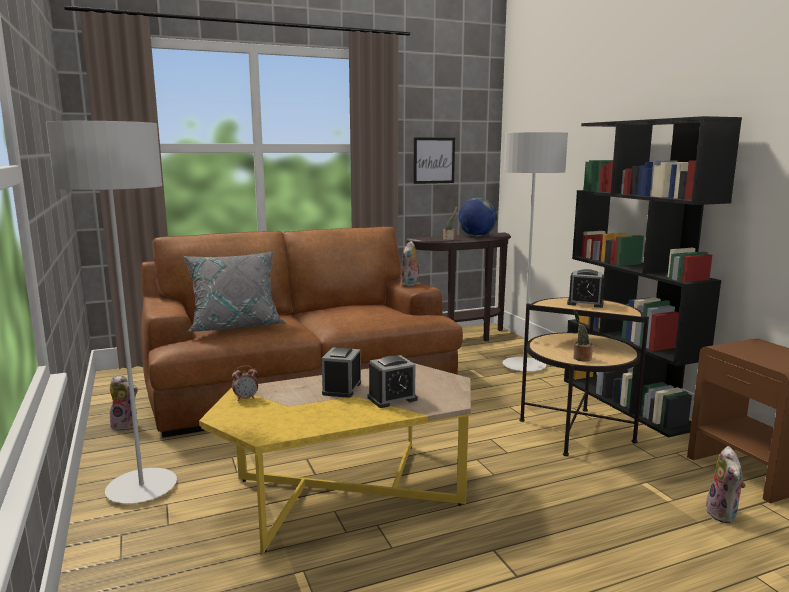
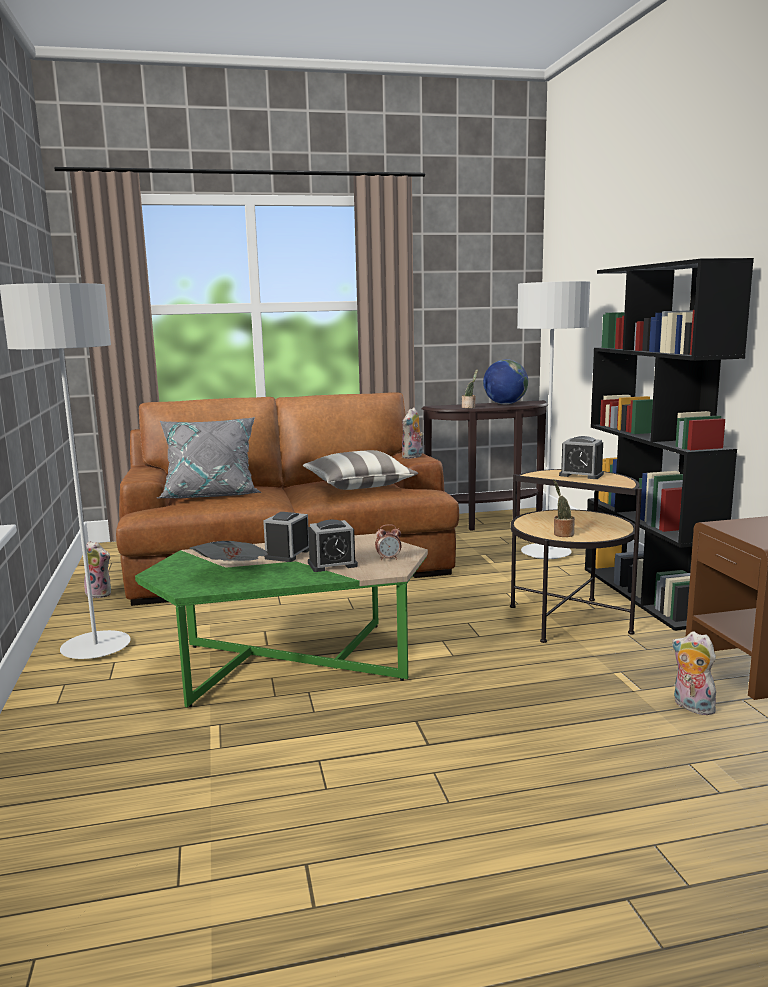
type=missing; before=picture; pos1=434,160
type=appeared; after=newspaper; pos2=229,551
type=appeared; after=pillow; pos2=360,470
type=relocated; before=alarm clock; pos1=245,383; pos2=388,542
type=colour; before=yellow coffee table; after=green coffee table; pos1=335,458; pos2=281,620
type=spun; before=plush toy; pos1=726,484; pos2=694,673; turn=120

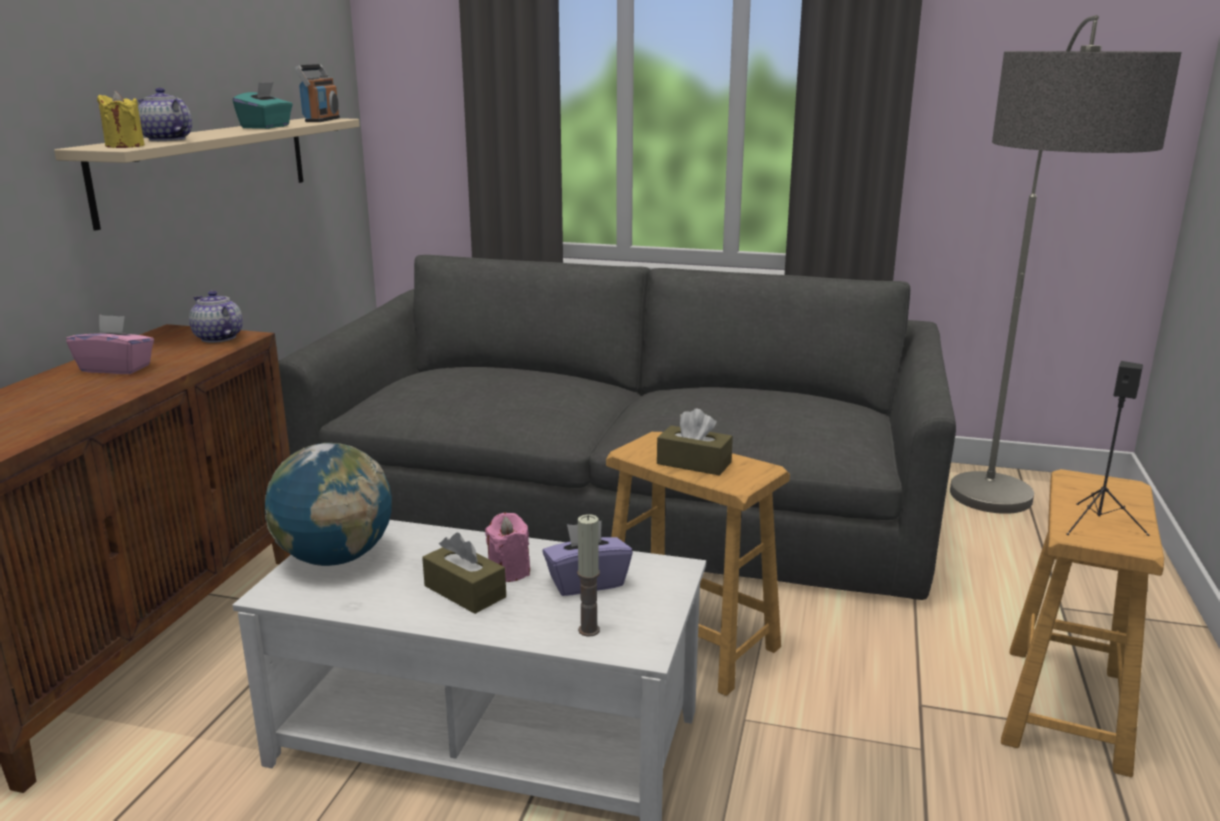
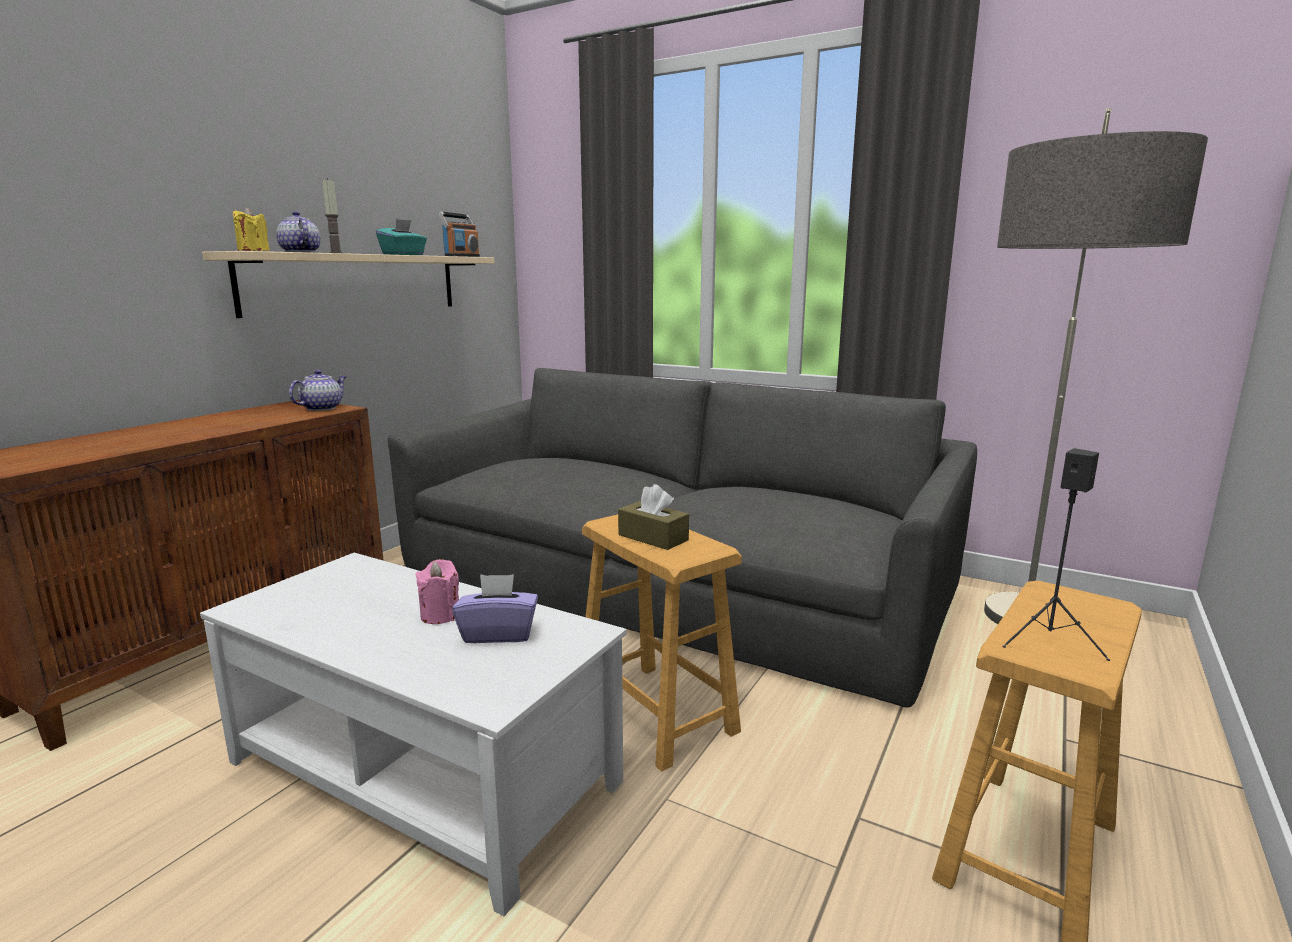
type=missing; before=pink tissue box; pos1=110,344
type=missing; before=globe; pos1=328,504
type=missing; before=brown tissue box; pos1=464,573
type=relocated; before=candle; pos1=588,575; pos2=332,215
type=spun; before=teapot; pos1=216,316; pos2=317,390; turn=60

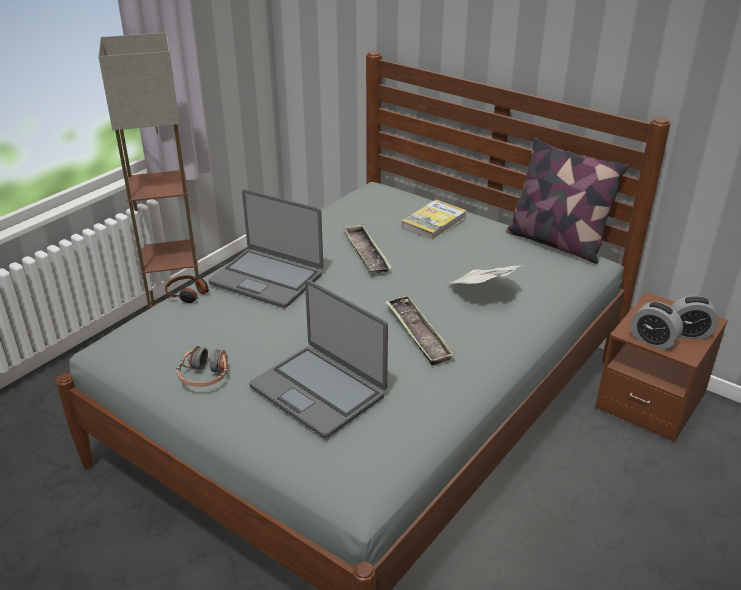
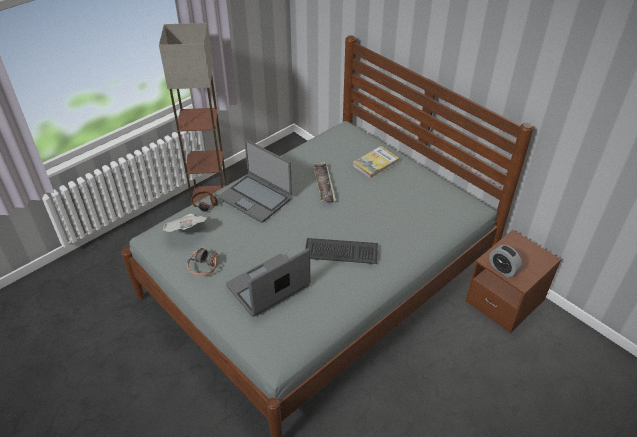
type=missing; before=pillow; pos1=567,200
type=missing; before=alarm clock; pos1=695,317
type=relocated; before=newspaper; pos1=484,275; pos2=185,223
type=exchanged; before=tray; after=keyboard; pos1=420,330; pos2=341,251
type=spun; before=laptop; pos1=318,358; pos2=268,282; turn=90

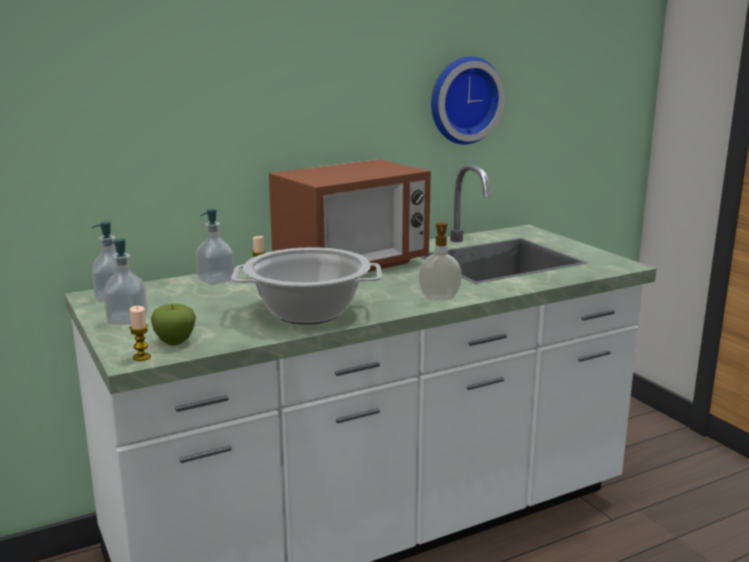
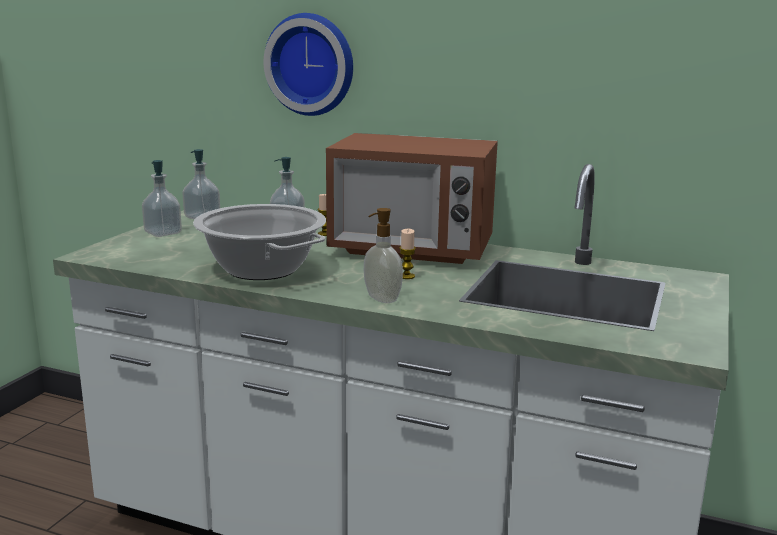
type=missing; before=apple; pos1=173,324
type=relocated; before=candle; pos1=140,333; pos2=407,254
type=relocated; before=wall clock; pos1=468,100; pos2=308,64

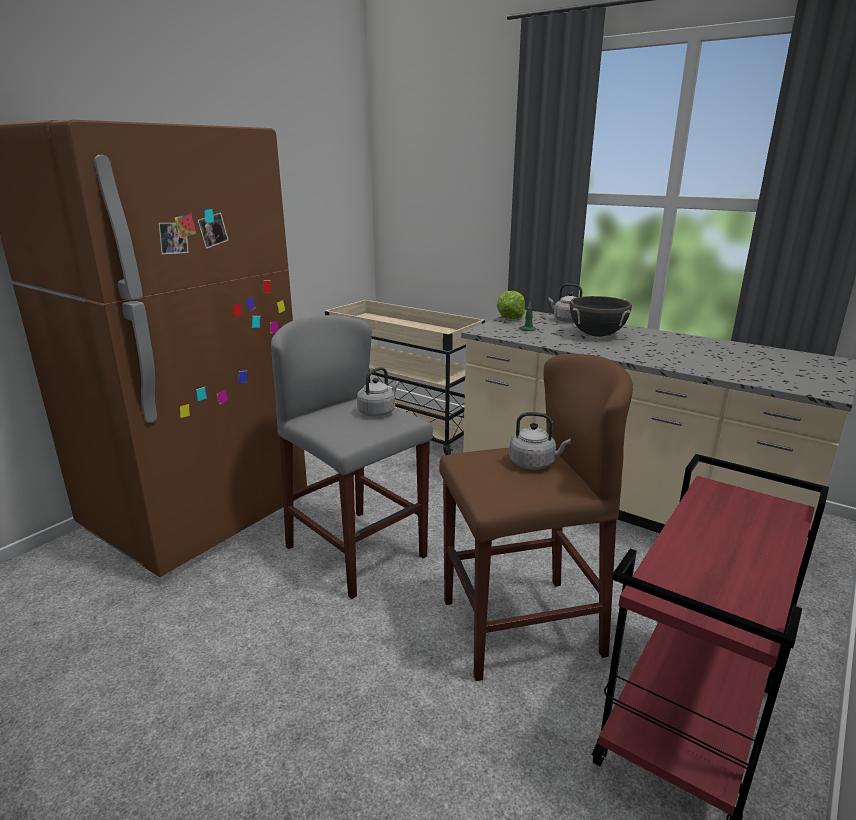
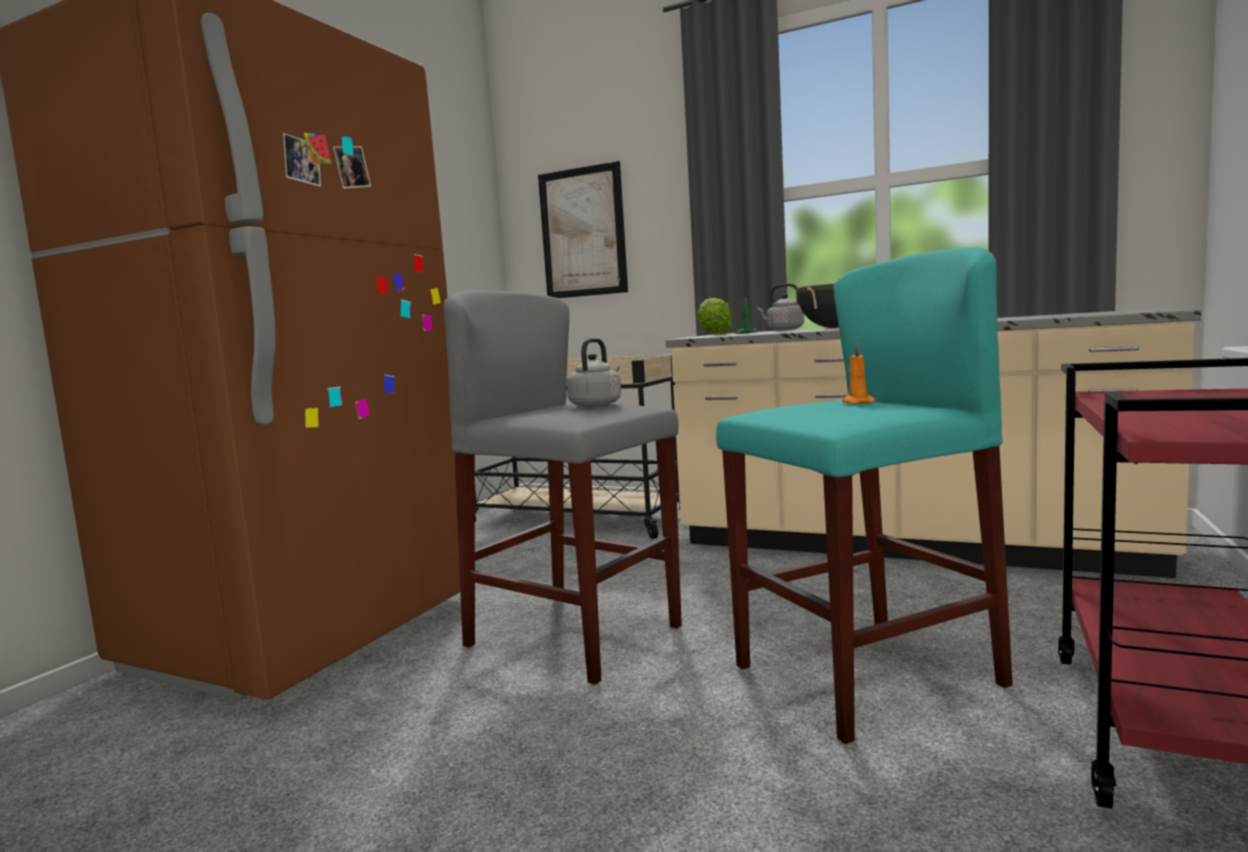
type=appeared; after=picture; pos2=583,229
type=exchanged; before=grey kettle; after=orange candle; pos1=540,441; pos2=859,374
type=colour; before=brown stool; after=turquoise stool; pos1=536,517; pos2=864,495

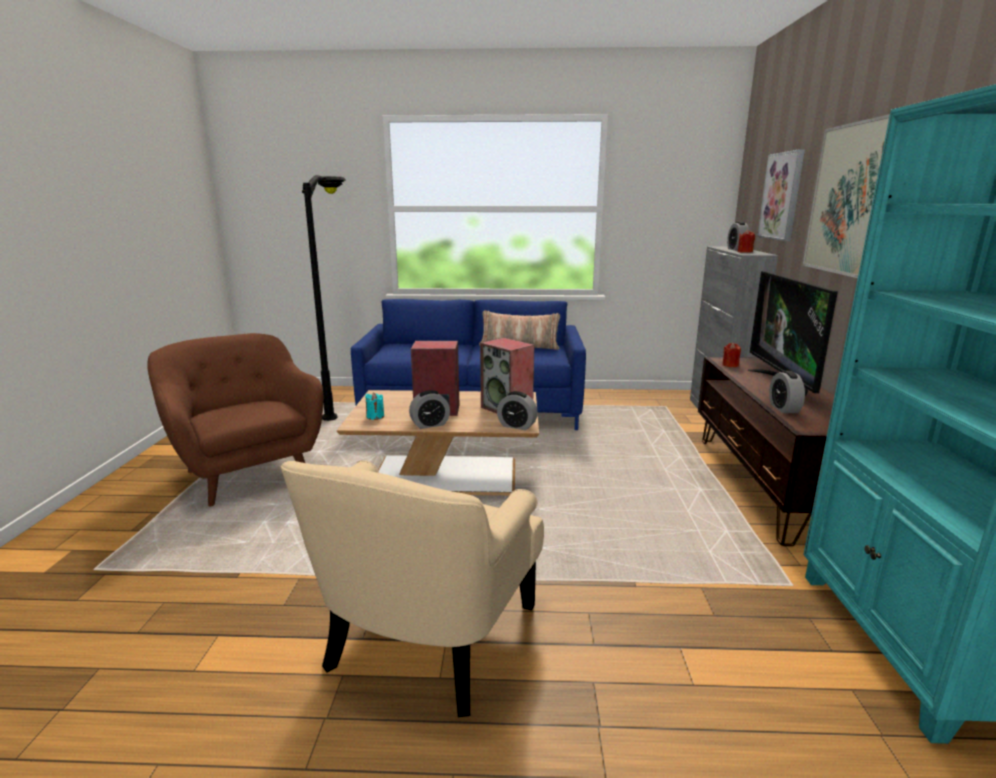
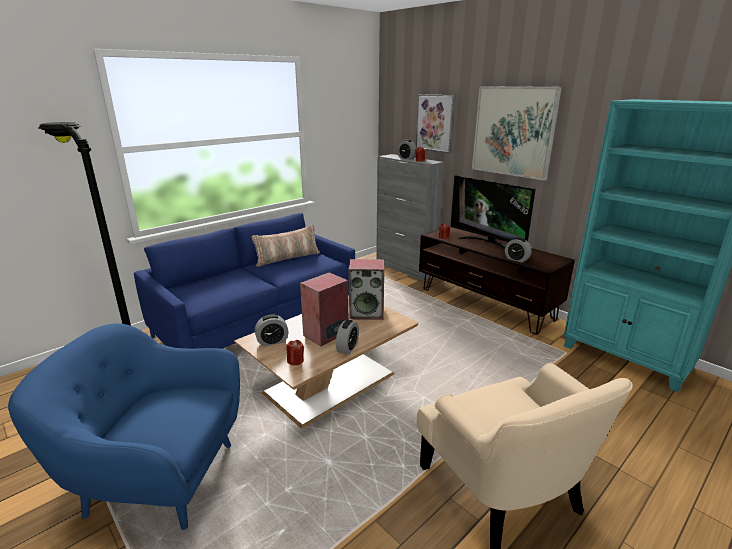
type=relocated; before=alarm clock; pos1=517,410; pos2=272,330
type=colour; before=brown armchair; after=blue armchair; pos1=235,419; pos2=124,426
type=colour; before=turquoise candle; after=red candle; pos1=374,406; pos2=295,352

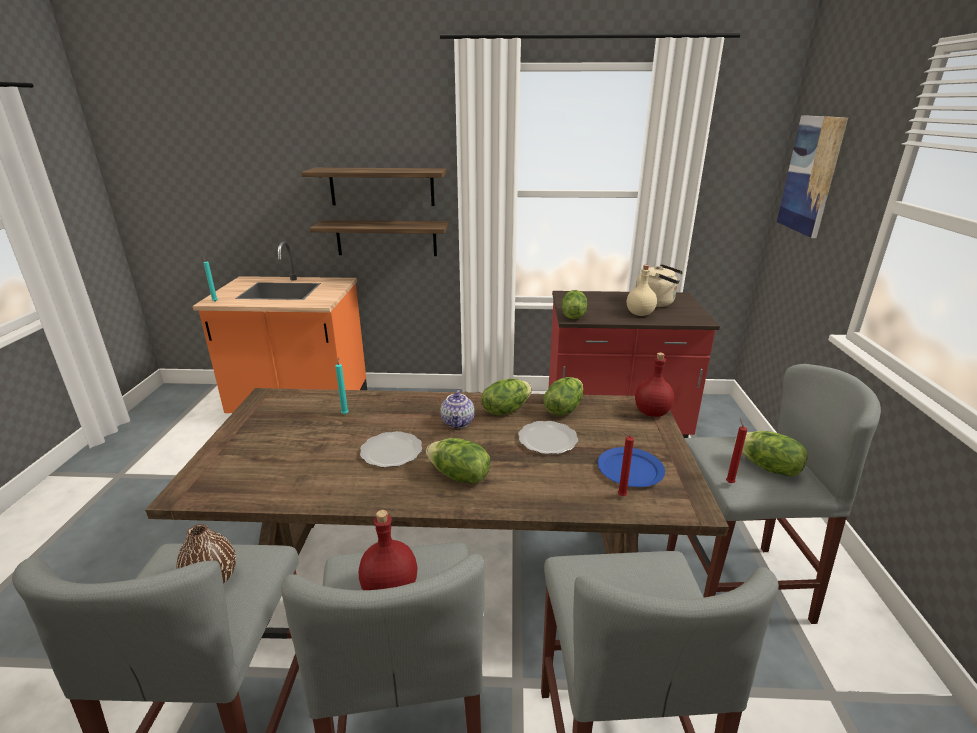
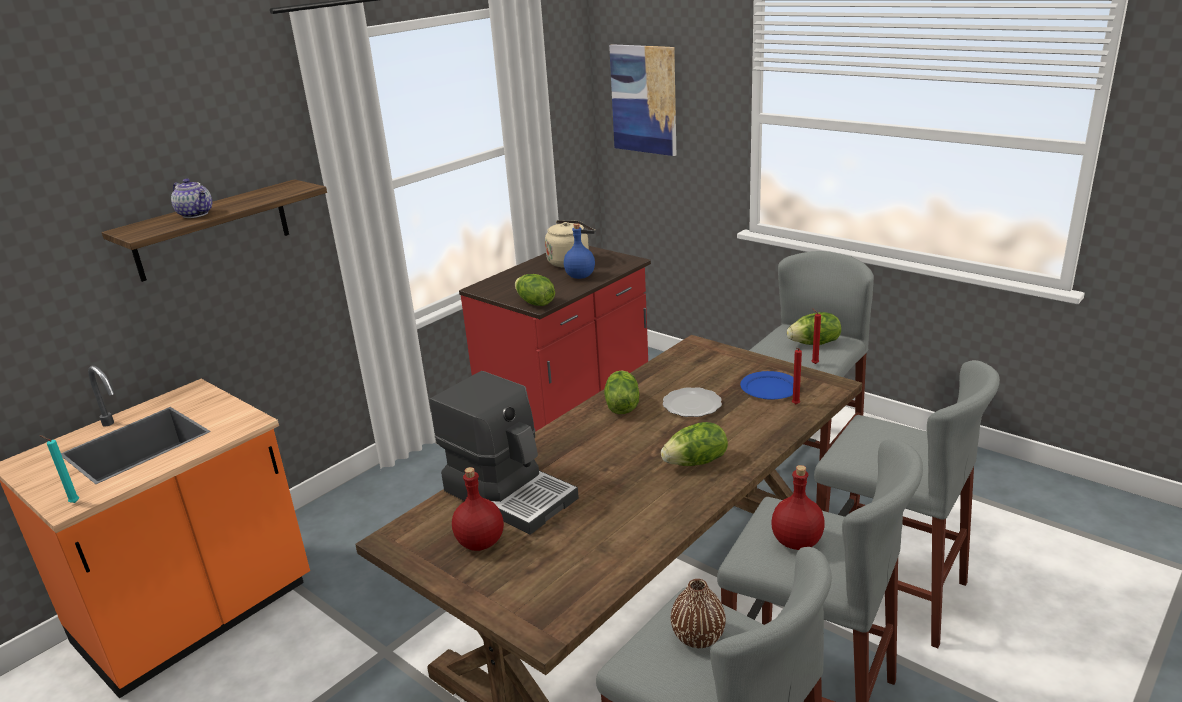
type=missing; before=shelf; pos1=379,238
type=missing; before=plate; pos1=391,449
type=missing; before=lettuce; pos1=563,396
type=relocated; before=teapot; pos1=457,408; pos2=191,198
type=relocated; before=red bottle; pos1=654,384; pos2=478,509
type=exchanged; before=turquoise candle; after=coffee machine; pos1=342,385; pos2=504,453
type=colour; before=beige bottle; after=blue bottle; pos1=642,290; pos2=579,251

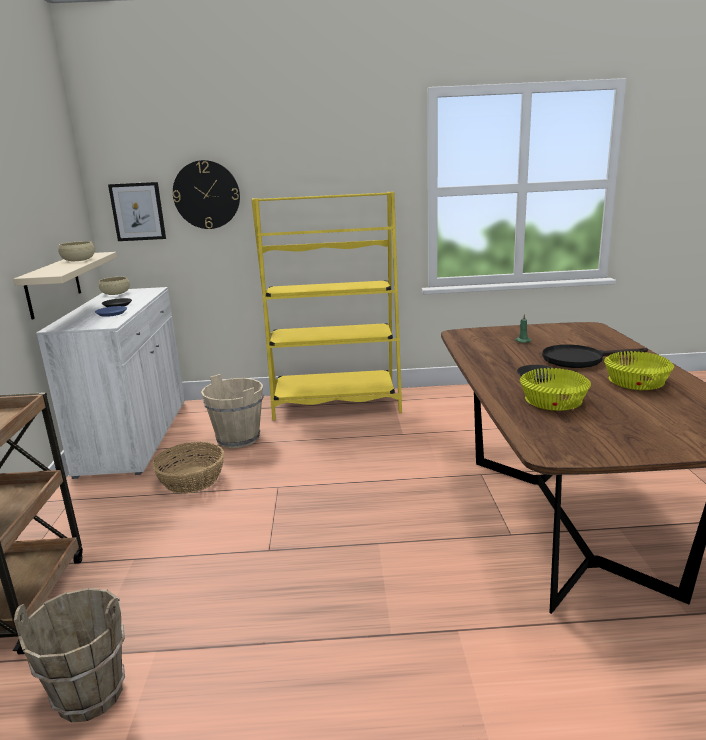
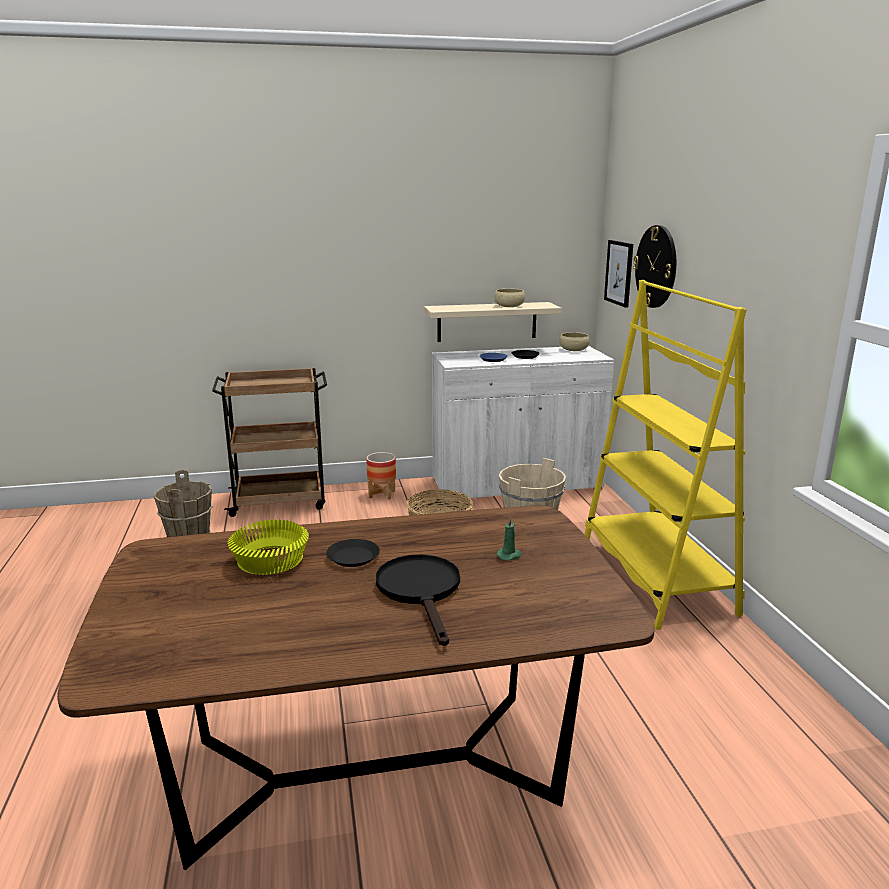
type=missing; before=yellow bowl; pos1=639,370
type=appeared; after=planter; pos2=381,476

